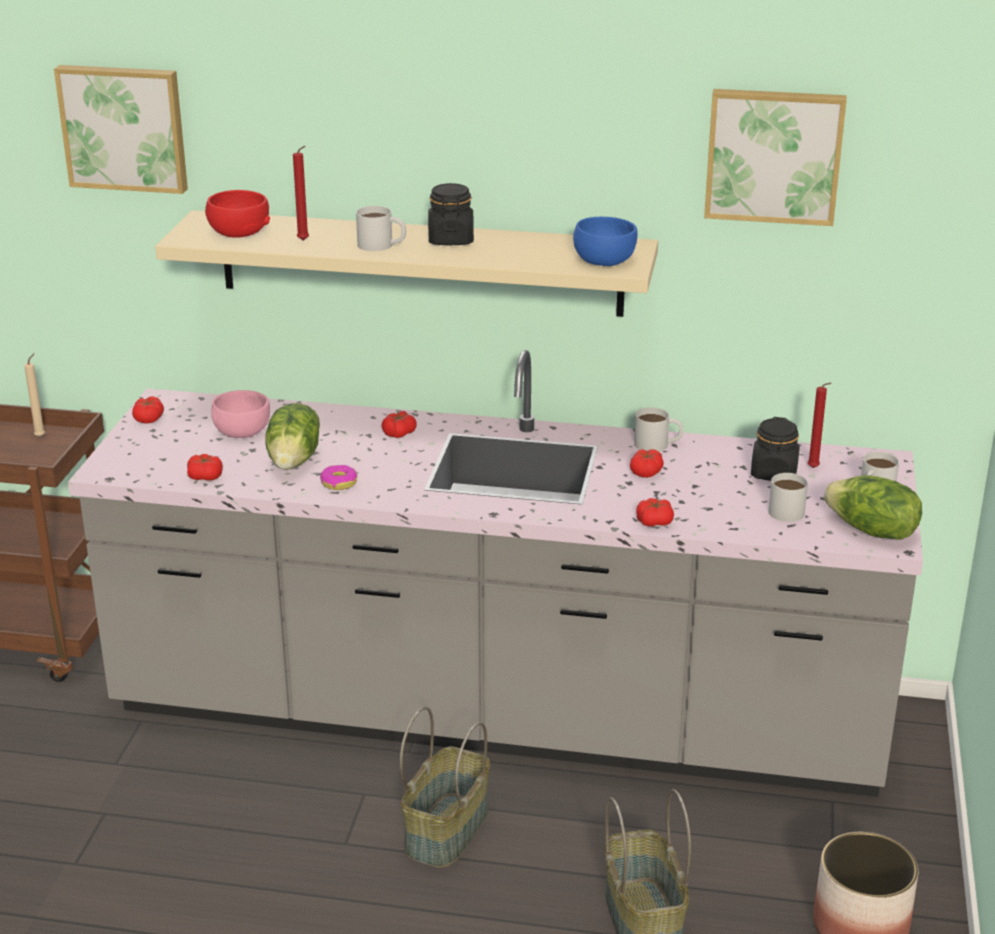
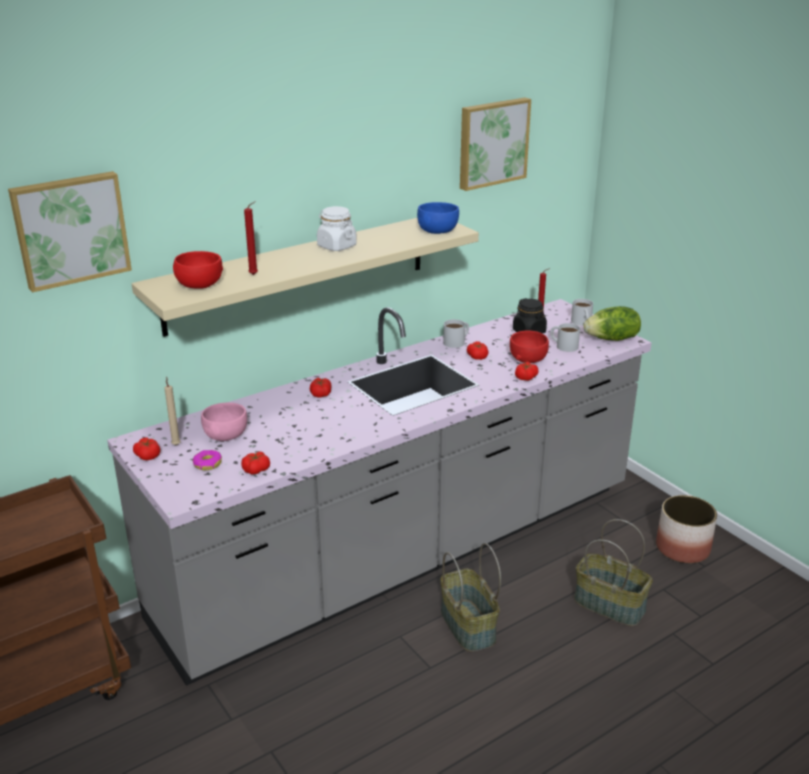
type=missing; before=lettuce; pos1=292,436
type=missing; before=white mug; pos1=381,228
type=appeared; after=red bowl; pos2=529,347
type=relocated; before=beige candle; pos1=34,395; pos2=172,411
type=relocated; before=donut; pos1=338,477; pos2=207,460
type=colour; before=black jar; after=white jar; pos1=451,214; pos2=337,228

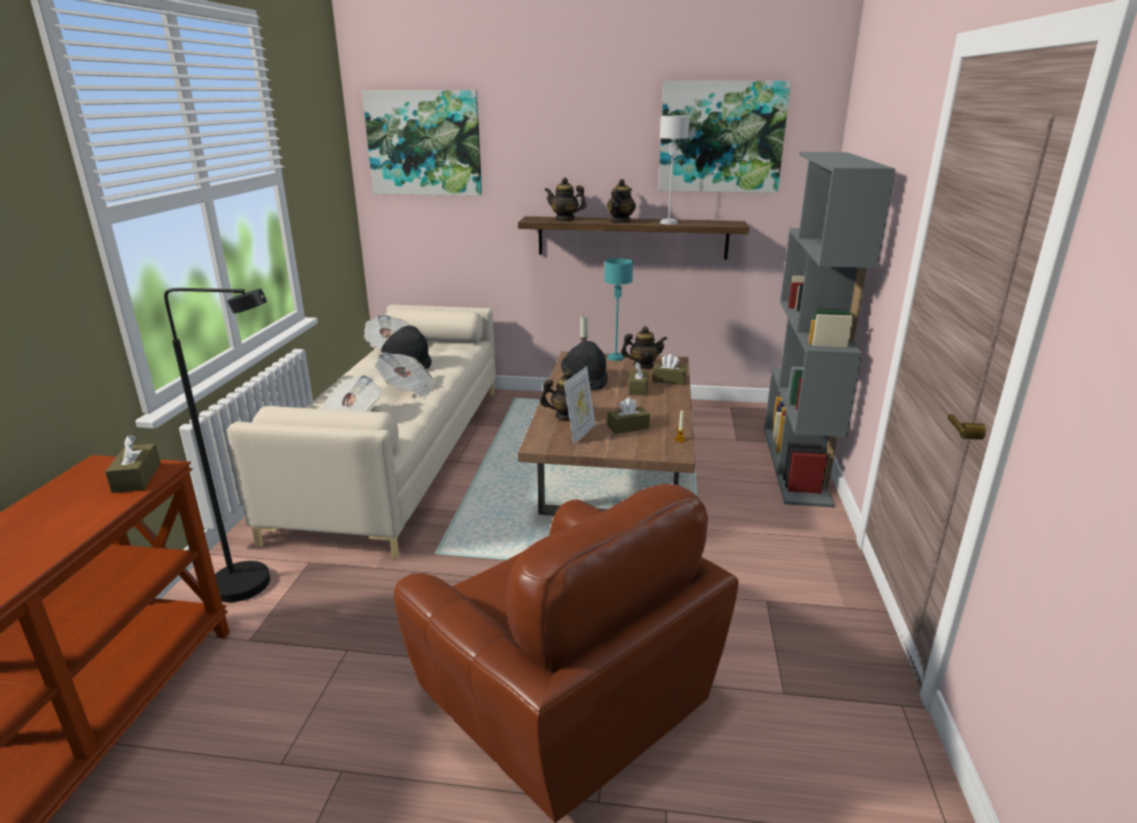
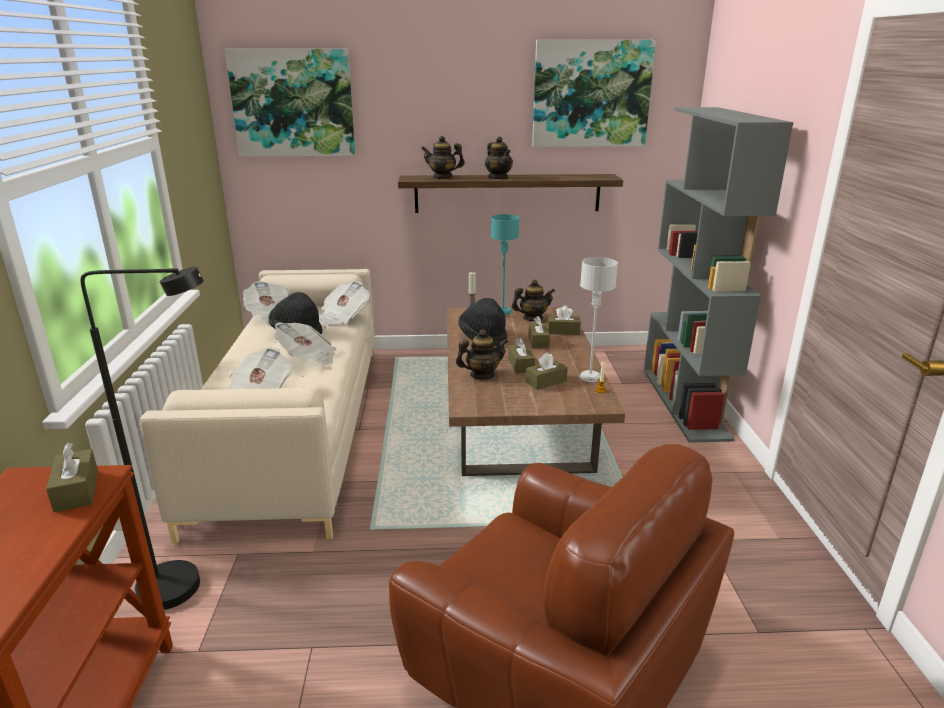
type=missing; before=picture frame; pos1=580,405
type=appeared; after=newspaper; pos2=344,303
type=appeared; after=brown tissue box; pos2=521,356
type=relocated; before=grey table lamp; pos1=675,169; pos2=599,319
type=spun; before=teapot; pos1=621,200; pos2=499,157; turn=135

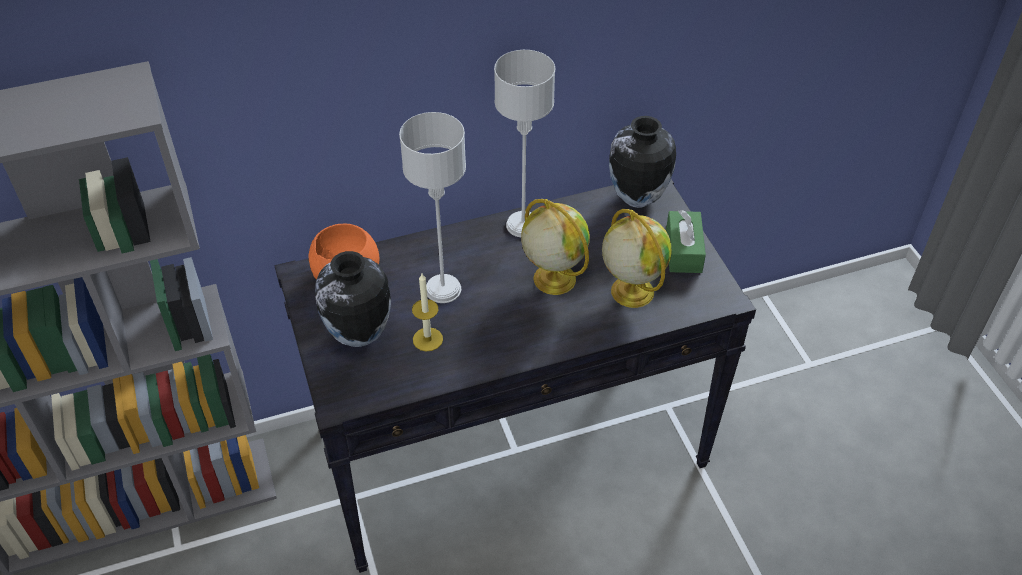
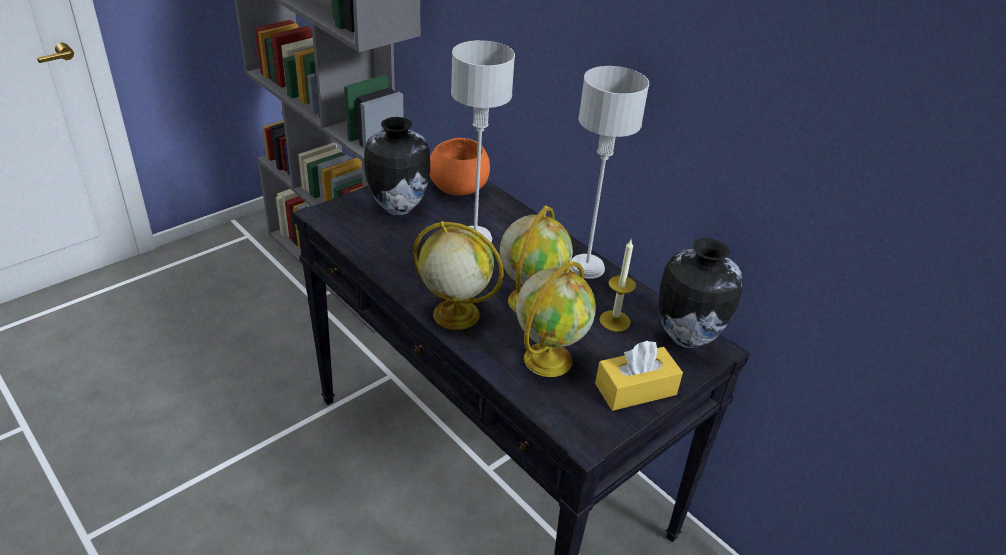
type=appeared; after=globe; pos2=458,275
type=relocated; before=candle; pos1=427,312; pos2=617,286
type=colour; before=green tissue box; after=yellow tissue box; pos1=686,241; pos2=639,375

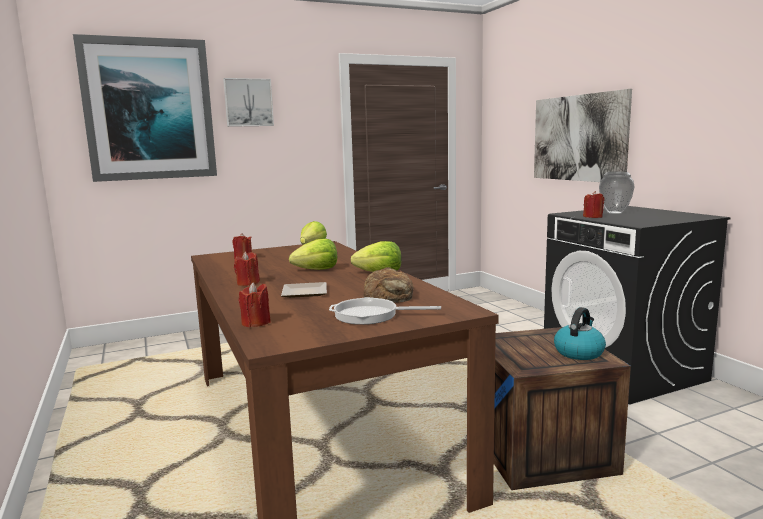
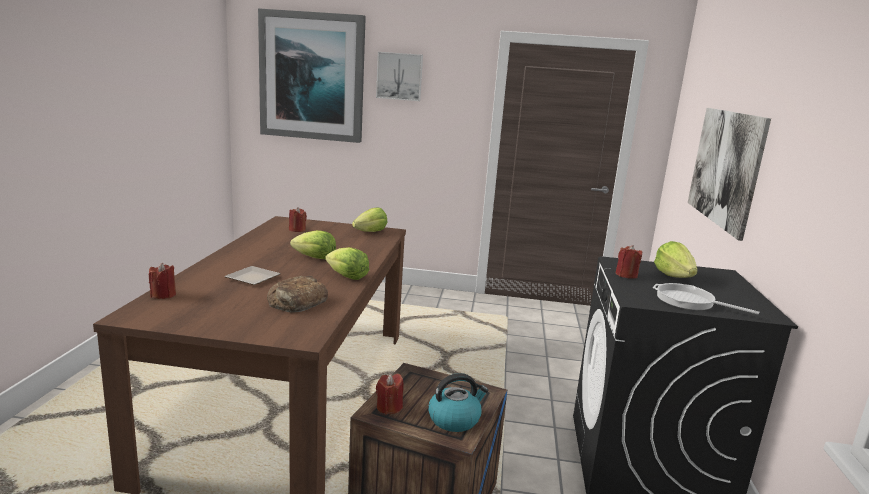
type=relocated; before=red candle; pos1=247,269; pos2=389,394
type=relocated; before=frying pan; pos1=385,311; pos2=706,299
type=exchanged; before=vase; after=lettuce; pos1=617,192; pos2=676,259

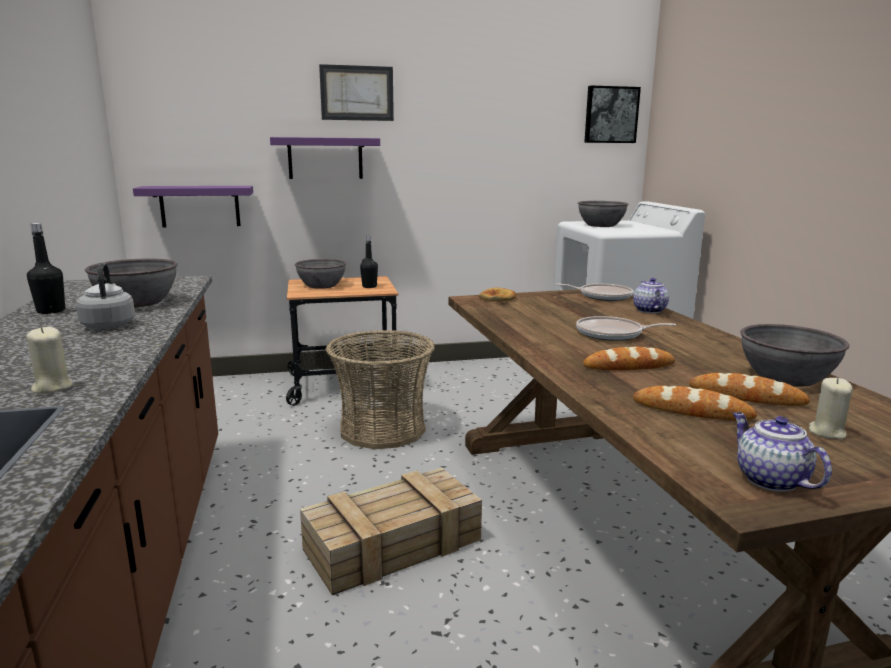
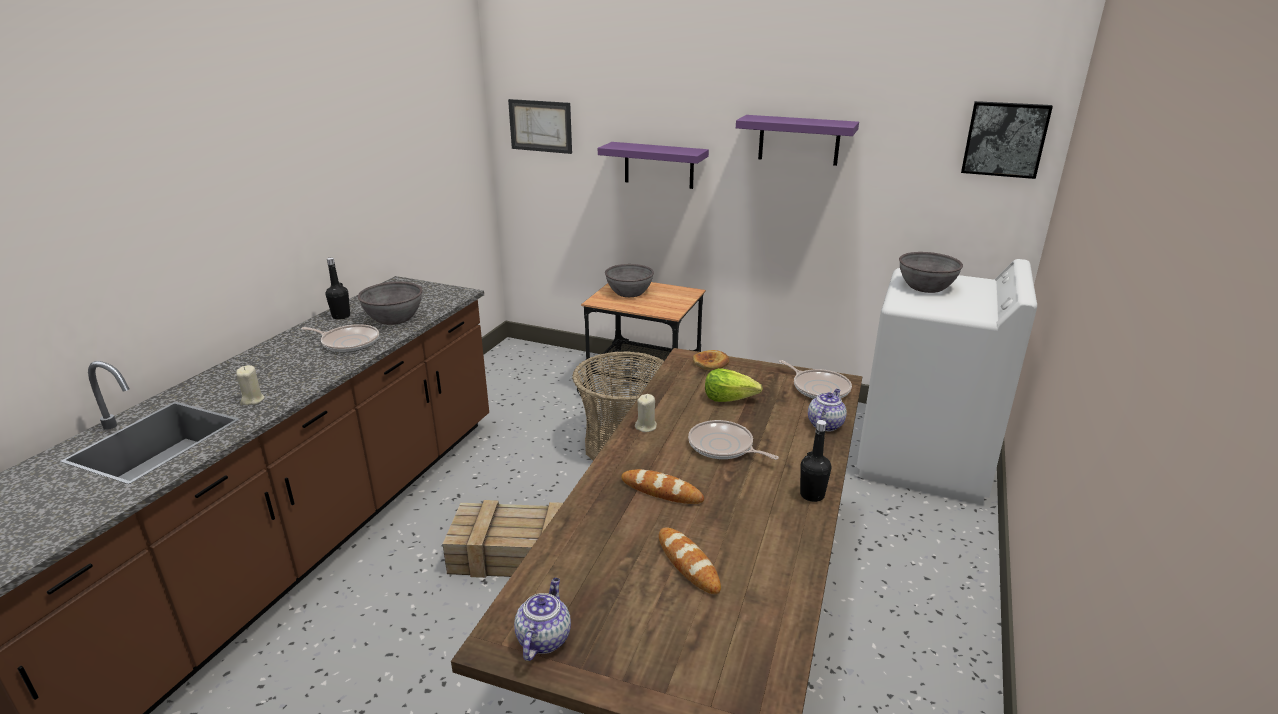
type=missing; before=bread; pos1=695,403
type=missing; before=grey bowl; pos1=794,355
type=appeared; after=lettuce; pos2=734,385
type=relocated; before=purple shelf; pos1=193,206; pos2=797,140
type=relocated; before=picture; pos1=356,92; pos2=540,126
type=relocated; before=black bottle; pos1=369,262; pos2=815,461
type=relocated; before=beige candle; pos1=831,408; pos2=646,413
type=exchanged; before=grey kettle; after=frying pan; pos1=105,296; pos2=340,338

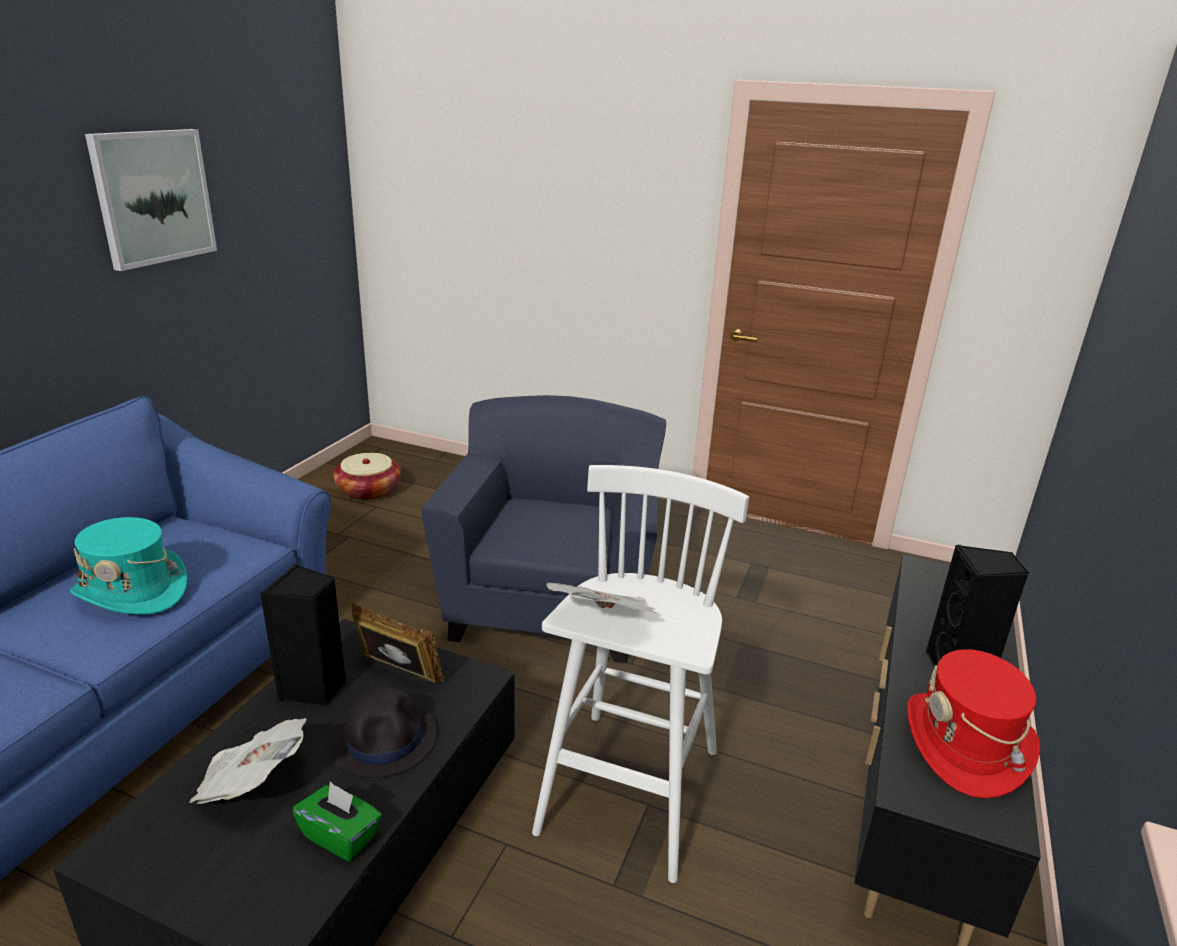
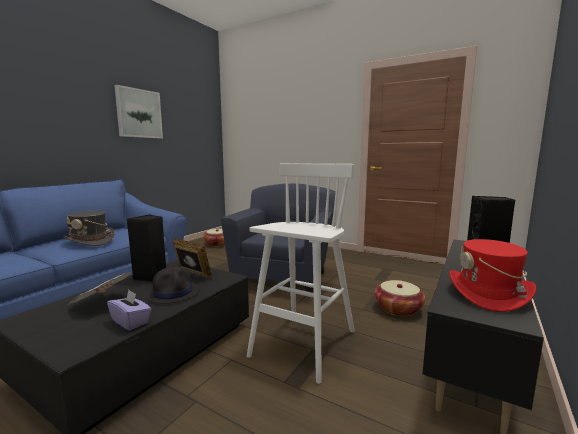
type=missing; before=newspaper; pos1=601,598
type=appeared; after=basket; pos2=400,298
type=colour; before=turquoise hat; after=grey hat; pos1=128,566; pos2=88,228
type=colour; before=green tissue box; after=purple tissue box; pos1=337,821; pos2=129,310

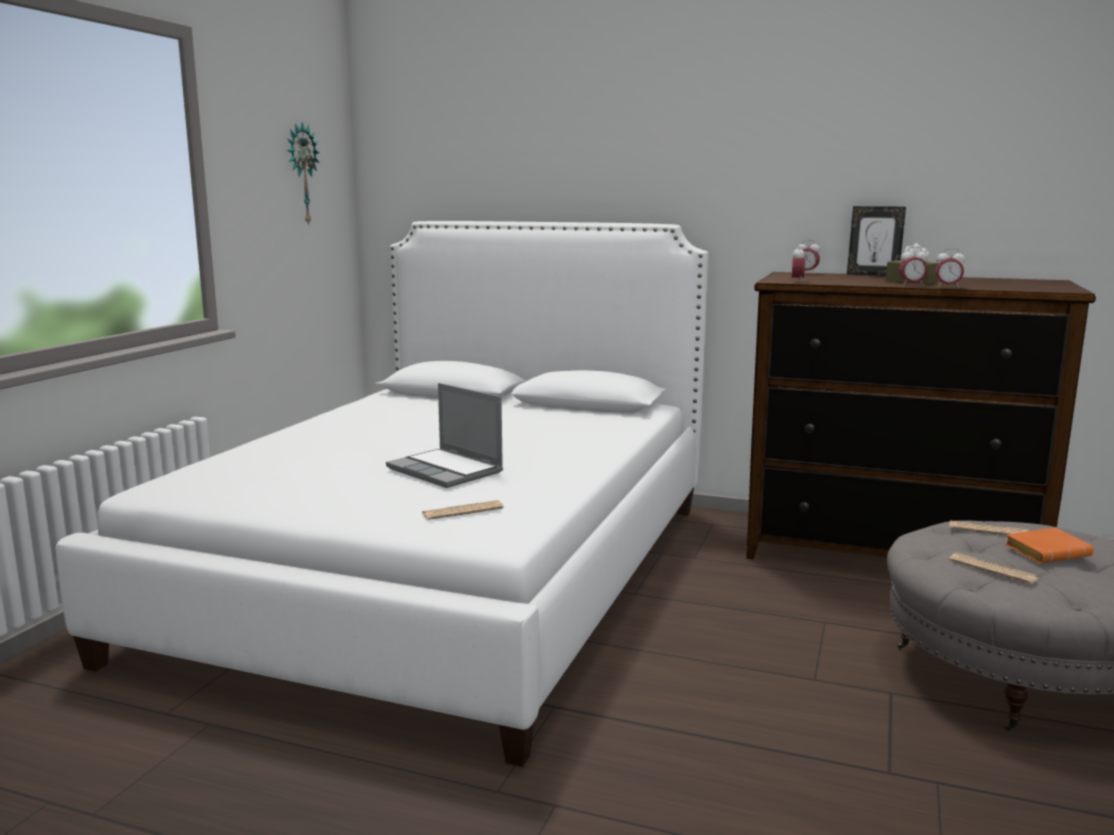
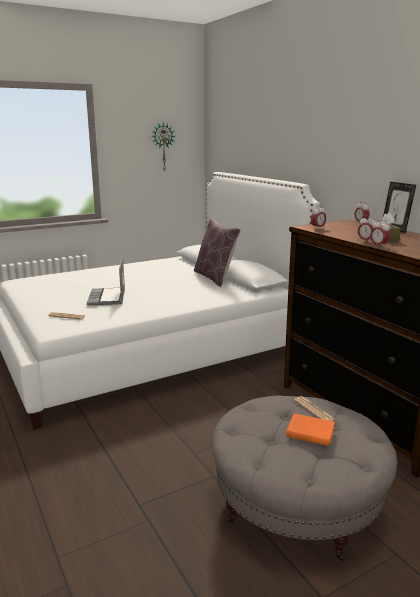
type=missing; before=newspaper; pos1=993,568
type=appeared; after=brown pillow; pos2=217,253

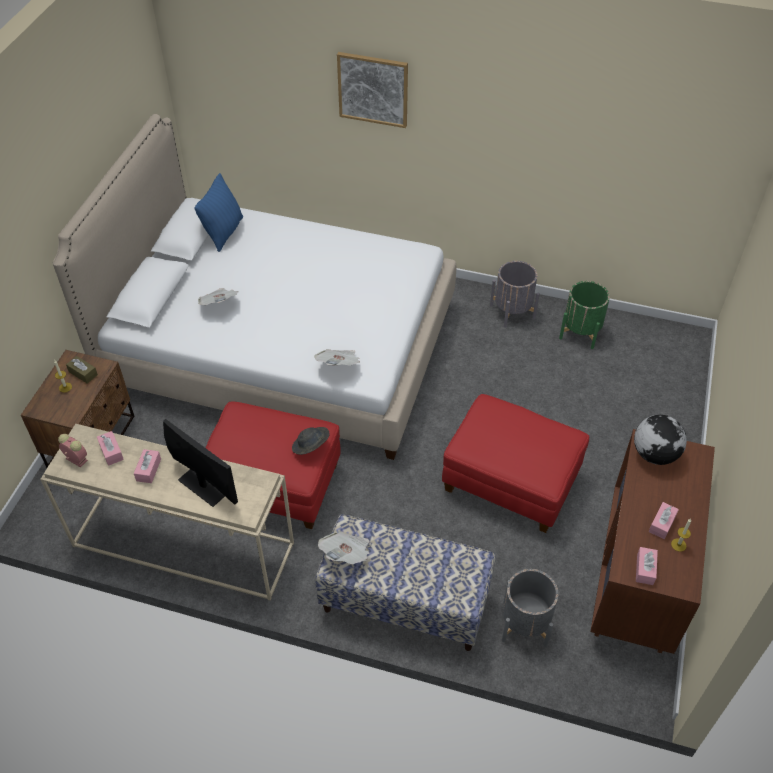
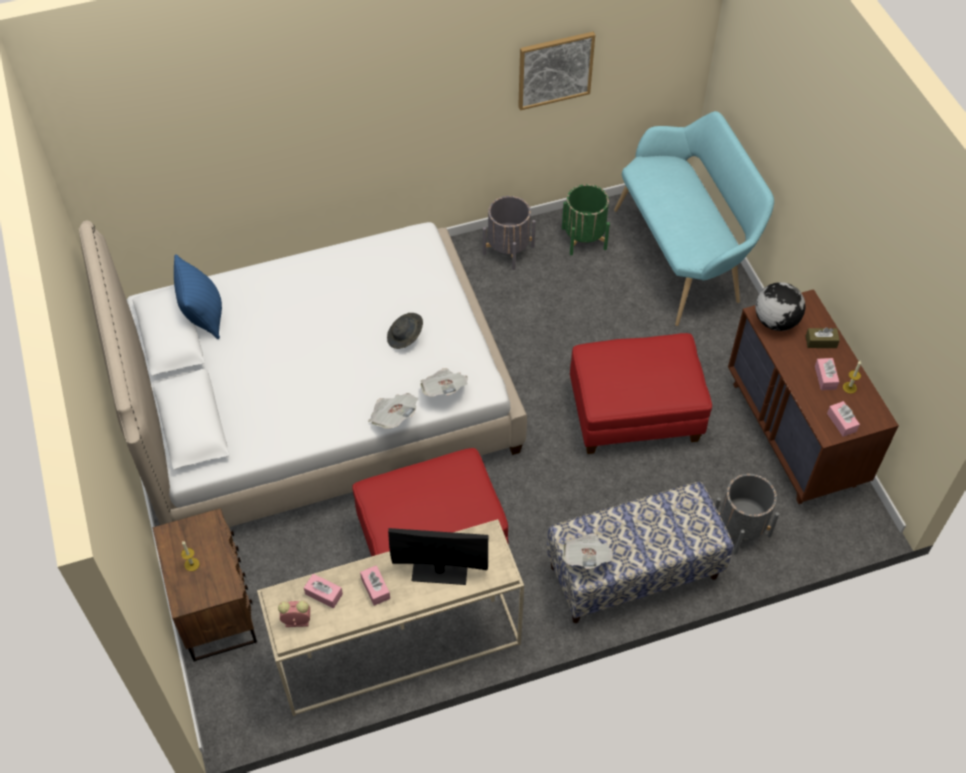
type=appeared; after=turquoise bench; pos2=694,218
type=relocated; before=brown tissue box; pos1=82,370; pos2=823,338
type=relocated; before=newspaper; pos1=218,296; pos2=393,411
type=relocated; before=grey hat; pos1=311,441; pos2=405,331
type=relocated; before=picture; pos1=372,90; pos2=556,71

